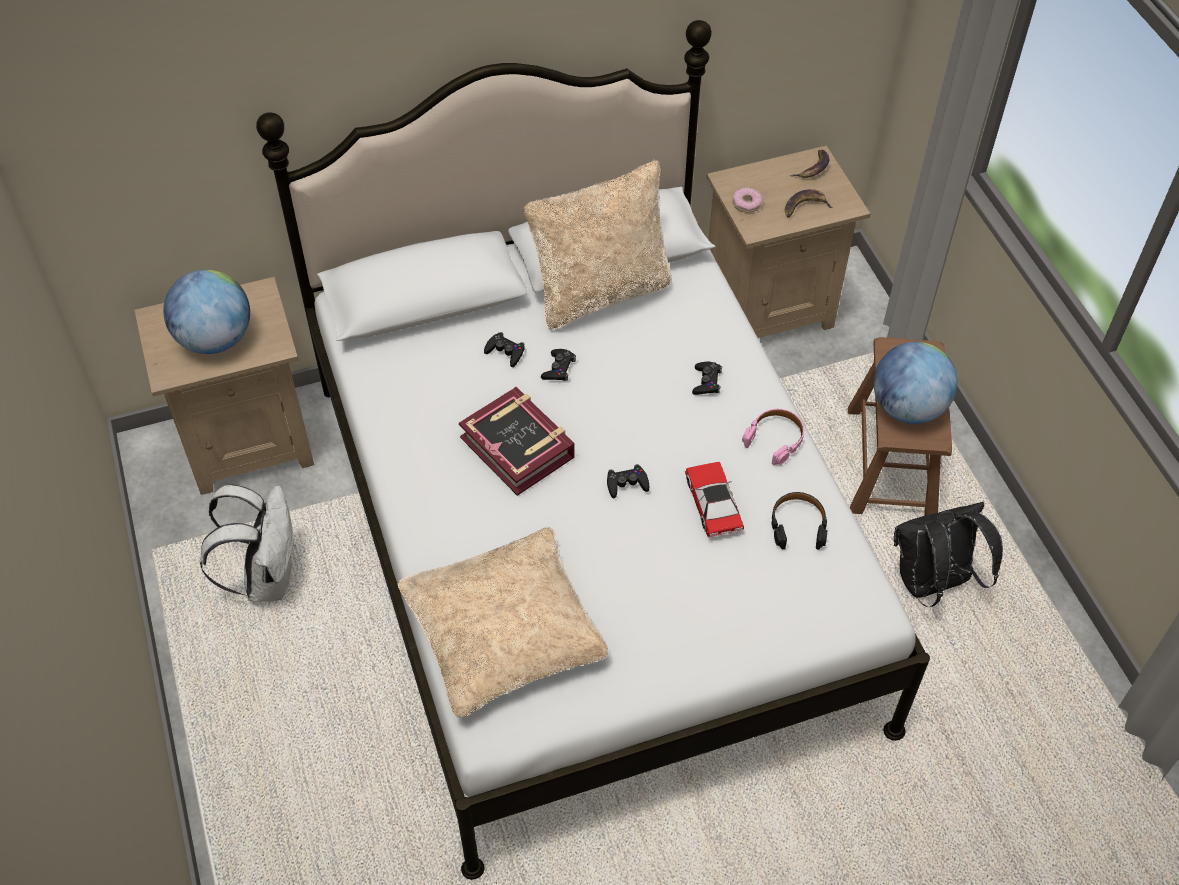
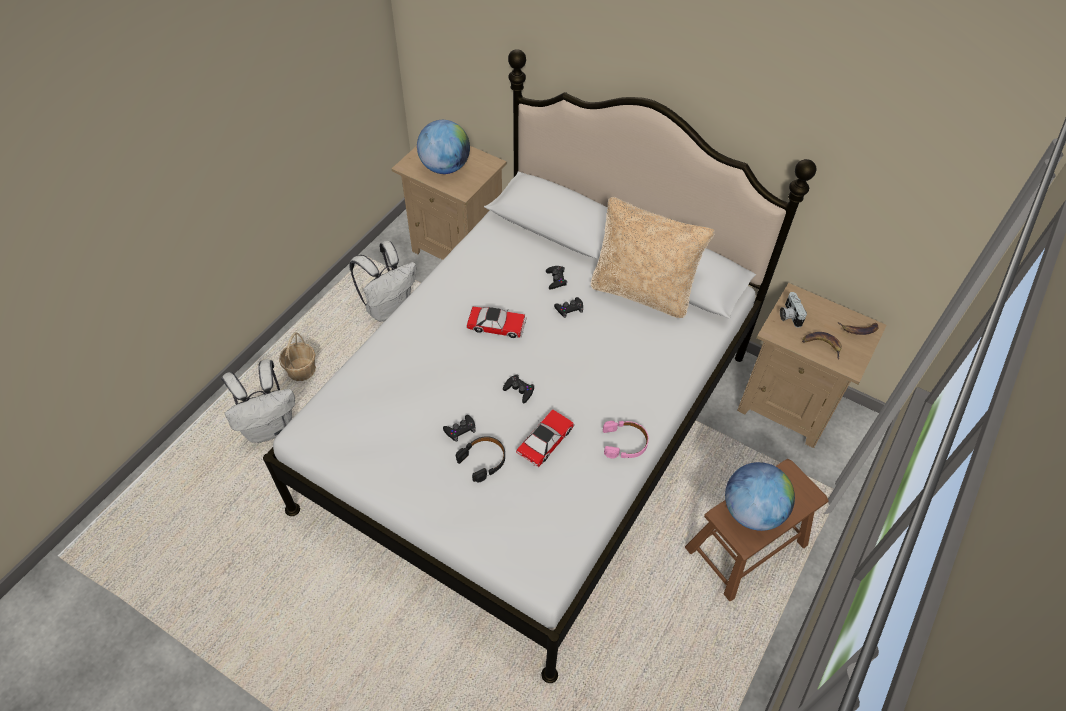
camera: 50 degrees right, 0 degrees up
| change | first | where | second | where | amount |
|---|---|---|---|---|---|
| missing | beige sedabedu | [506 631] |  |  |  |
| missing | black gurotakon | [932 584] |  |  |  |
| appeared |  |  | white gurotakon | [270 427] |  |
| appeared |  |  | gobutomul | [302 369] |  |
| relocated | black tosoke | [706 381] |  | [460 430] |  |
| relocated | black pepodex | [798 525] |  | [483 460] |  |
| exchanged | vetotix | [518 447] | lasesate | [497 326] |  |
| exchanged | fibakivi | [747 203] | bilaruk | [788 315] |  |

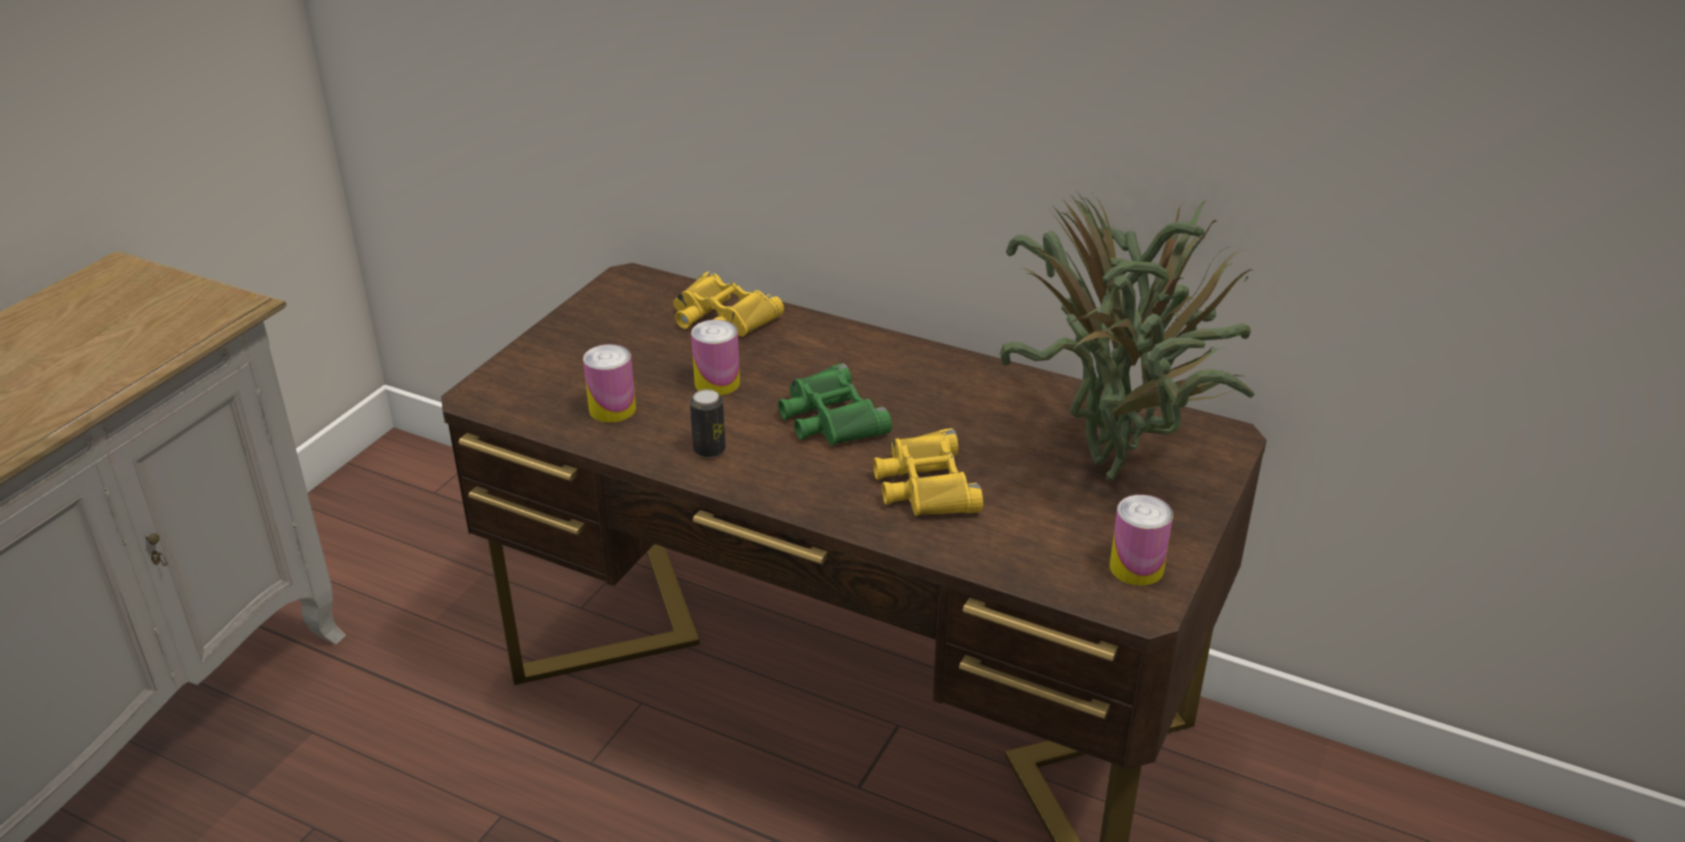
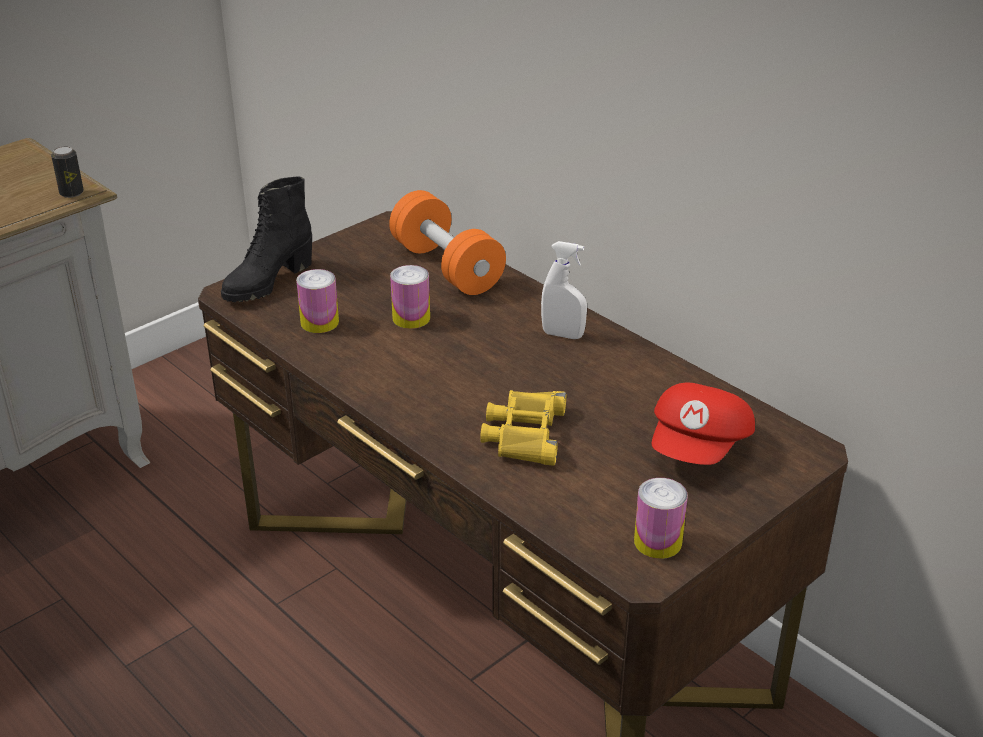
camera: 20 degrees right, 0 degrees up
| change | first | where | second | where | amount |
|---|---|---|---|---|---|
| missing | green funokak | [830 418] |  |  |  |
| appeared |  |  | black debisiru | [267 282] |  |
| appeared |  |  | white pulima | [562 335] |  |
| relocated | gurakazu | [709 449] |  | [71 193] |  |
| exchanged | yellow funokak | [721 318] | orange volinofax | [447 267] |  |
| exchanged | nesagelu | [1116 458] | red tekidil | [700 447] |  |

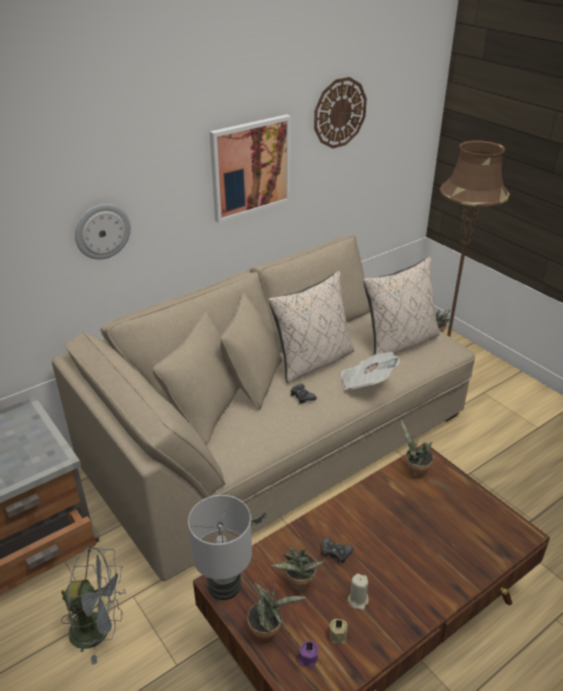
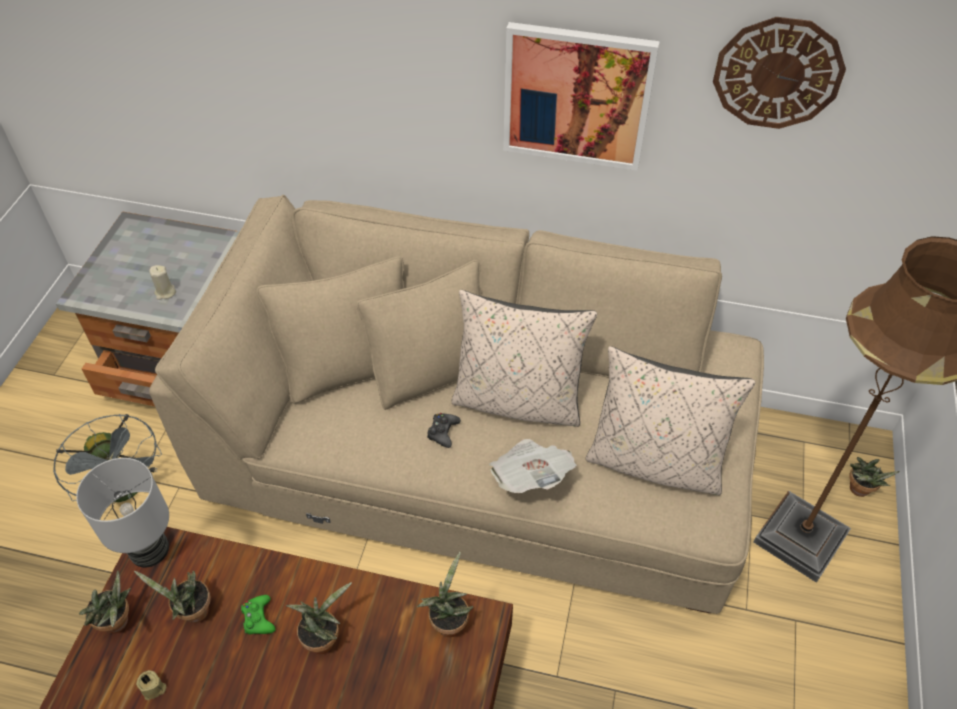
camera: 50 degrees right, 15 degrees up
| change | first | where | second | where | amount |
|---|---|---|---|---|---|
| missing | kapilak | [102 231] |  |  |  |
| missing | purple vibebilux | [307 658] |  |  |  |
| appeared |  |  | nesagelu | [323 638] |  |
| relocated | beige vibebilux | [358 600] |  | [165 292] |  |
| colour | black tosoke | [335 553] | green tosoke | [258 618] |  |

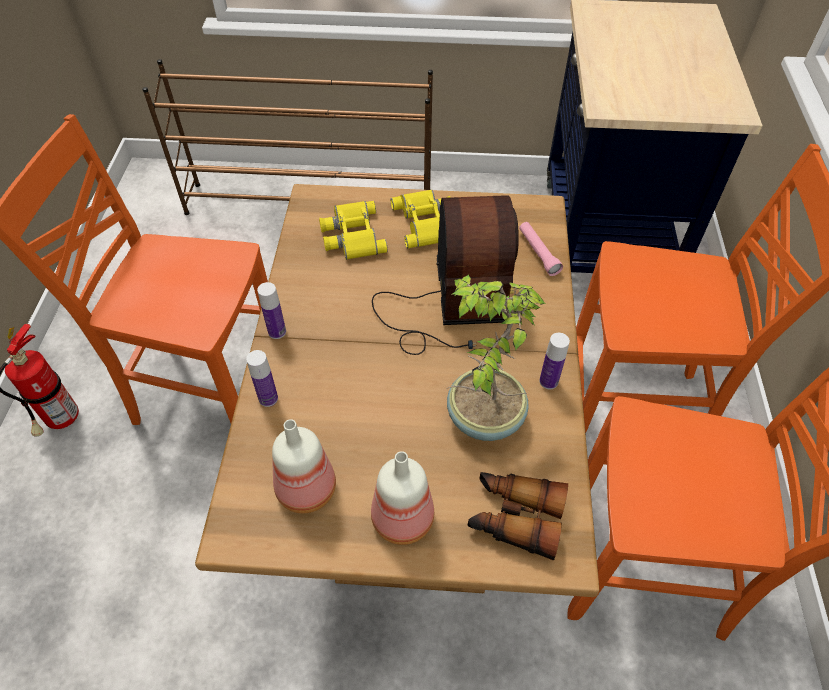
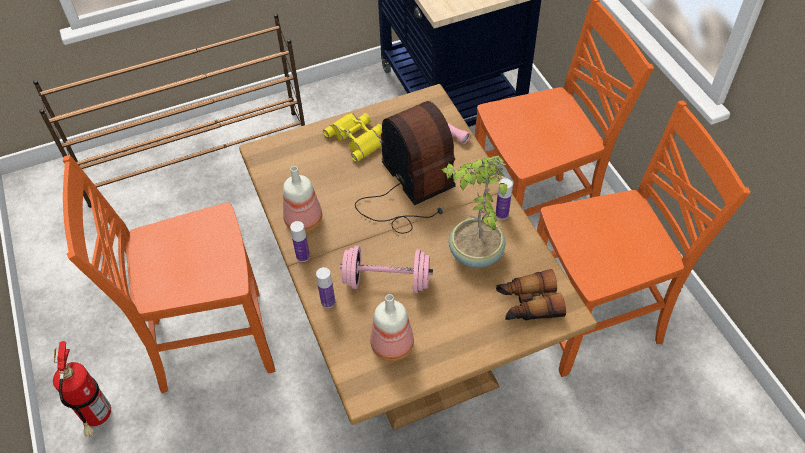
camera: 25 degrees left, 0 degrees up
| change | first | where | second | where | amount |
|---|---|---|---|---|---|
| missing | yellow funokak | [351 235] |  |  |  |
| appeared |  |  | pink volinofax | [387 281] |  |
| relocated | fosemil | [403 521] |  | [304 221] |  |

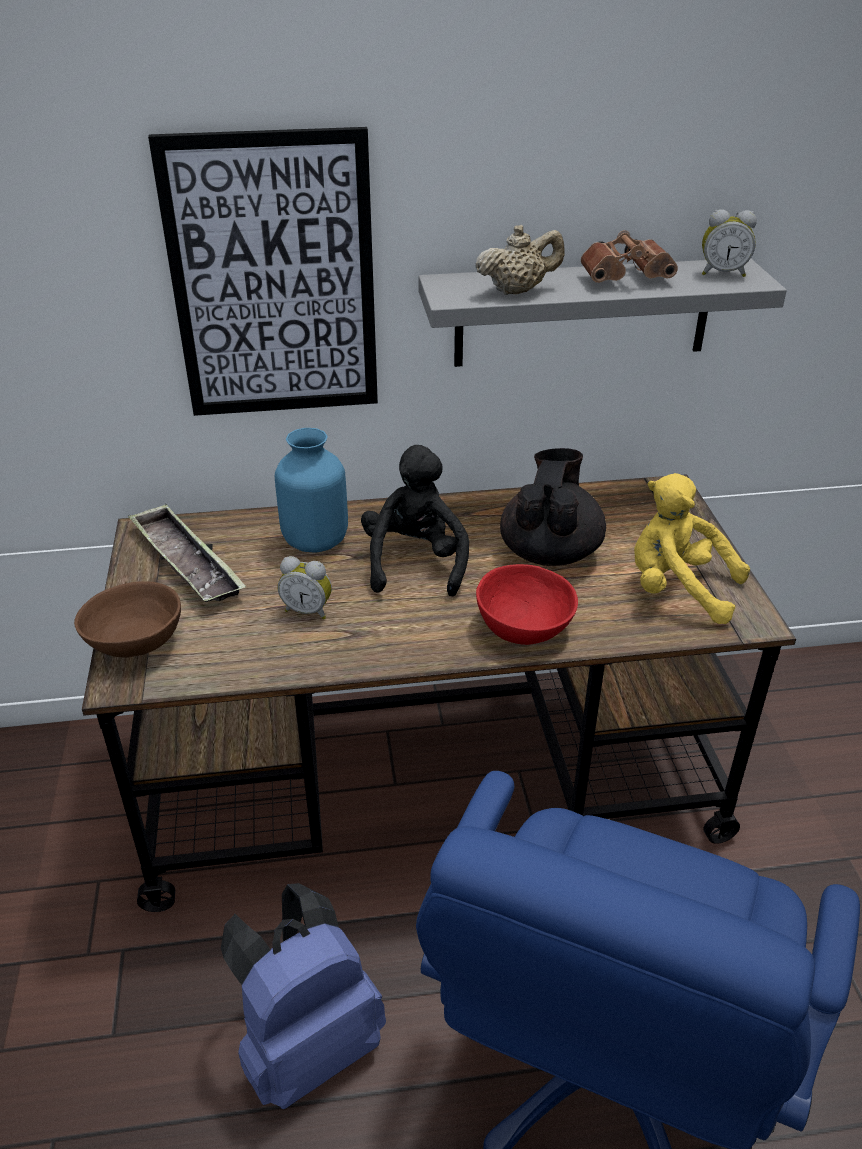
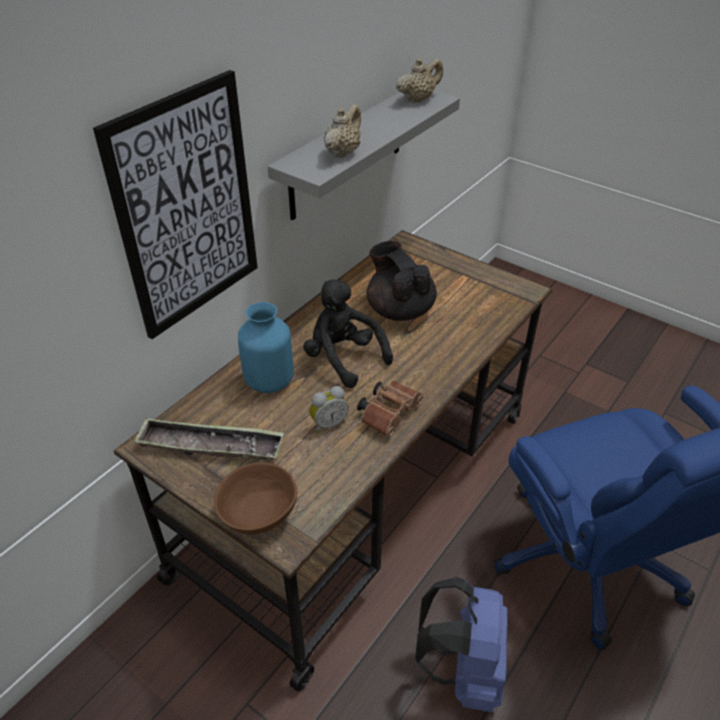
camera: 45 degrees left, 5 degrees up
| change | first | where | second | where | amount |
|---|---|---|---|---|---|
| missing | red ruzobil | [522 627] |  |  |  |
| missing | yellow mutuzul | [677 589] |  |  |  |
| relocated | brown funokak | [627 278] |  | [390 413] |  |
| exchanged | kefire | [722 273] | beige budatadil | [418 99] |  |

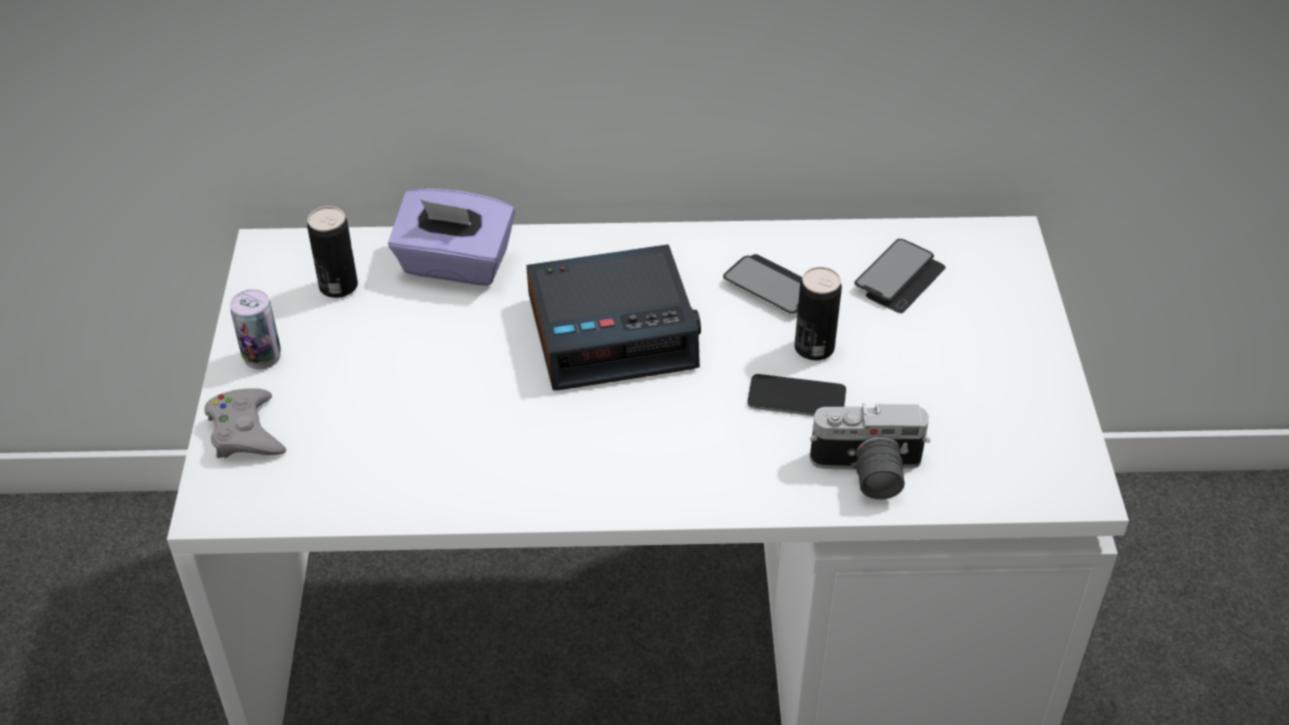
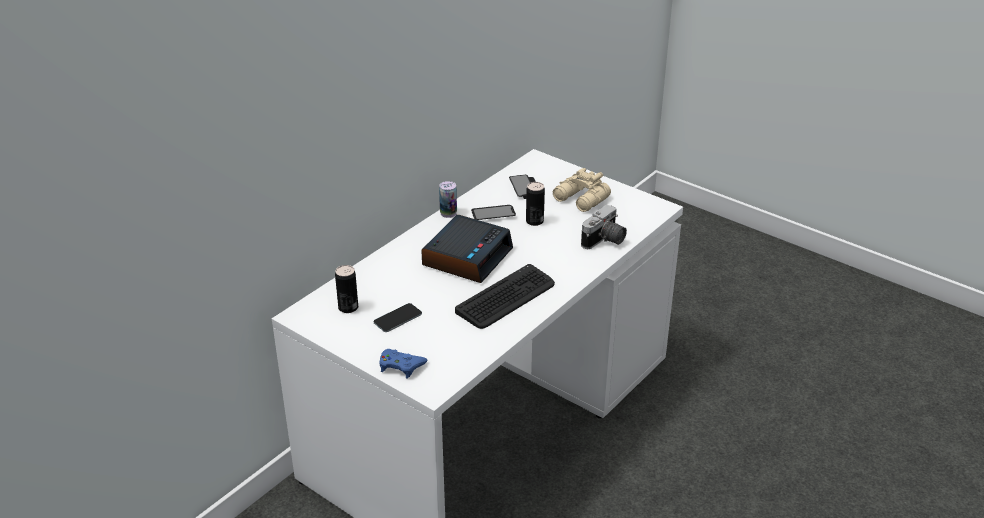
camera: 50 degrees left, 10 degrees down
| change | first | where | second | where | amount |
|---|---|---|---|---|---|
| missing | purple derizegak | [455 265] |  |  |  |
| appeared |  |  | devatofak | [506 298] |  |
| appeared |  |  | beige funokak | [581 200] |  |
| relocated | gurakazu | [262 356] |  | [448 213] |  |
| relocated | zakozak | [796 397] |  | [398 318] |  |
| colour | grey tosoke | [245 432] | blue tosoke | [401 366] |  |

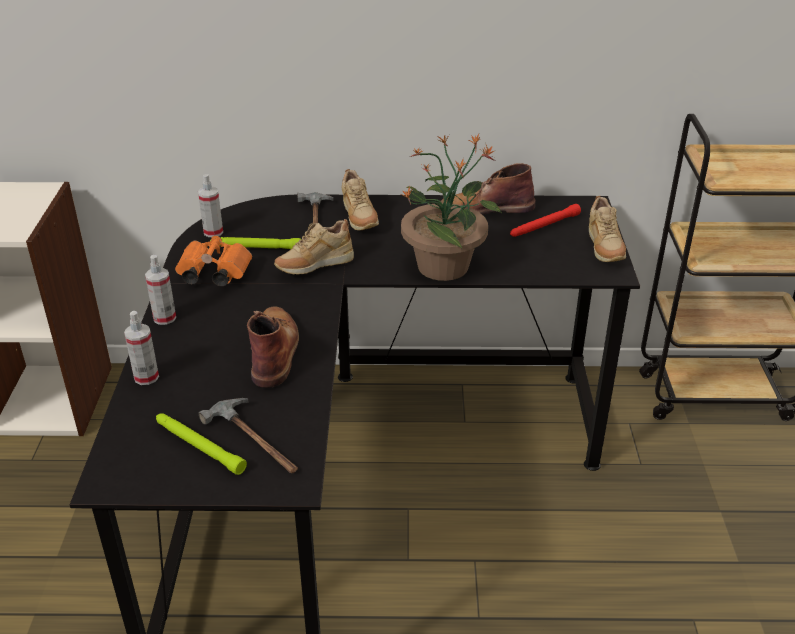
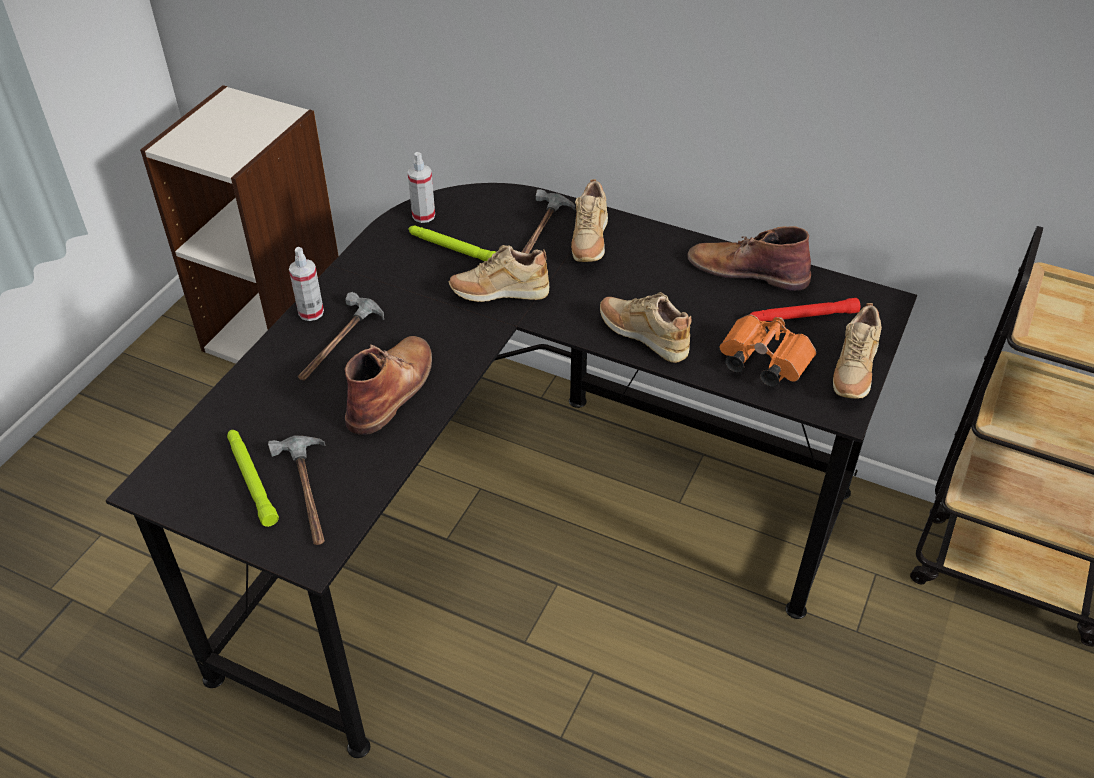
camera: 25 degrees right, 10 degrees up
| change | first | where | second | where | amount |
|---|---|---|---|---|---|
| missing | pulima | [146 377] |  |  |  |
| appeared |  |  | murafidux | [338 343] |  |
| relocated | orange funokak | [212 275] |  | [760 362] |  |
| exchanged | nesagelu | [444 266] | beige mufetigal | [643 337] |  |

